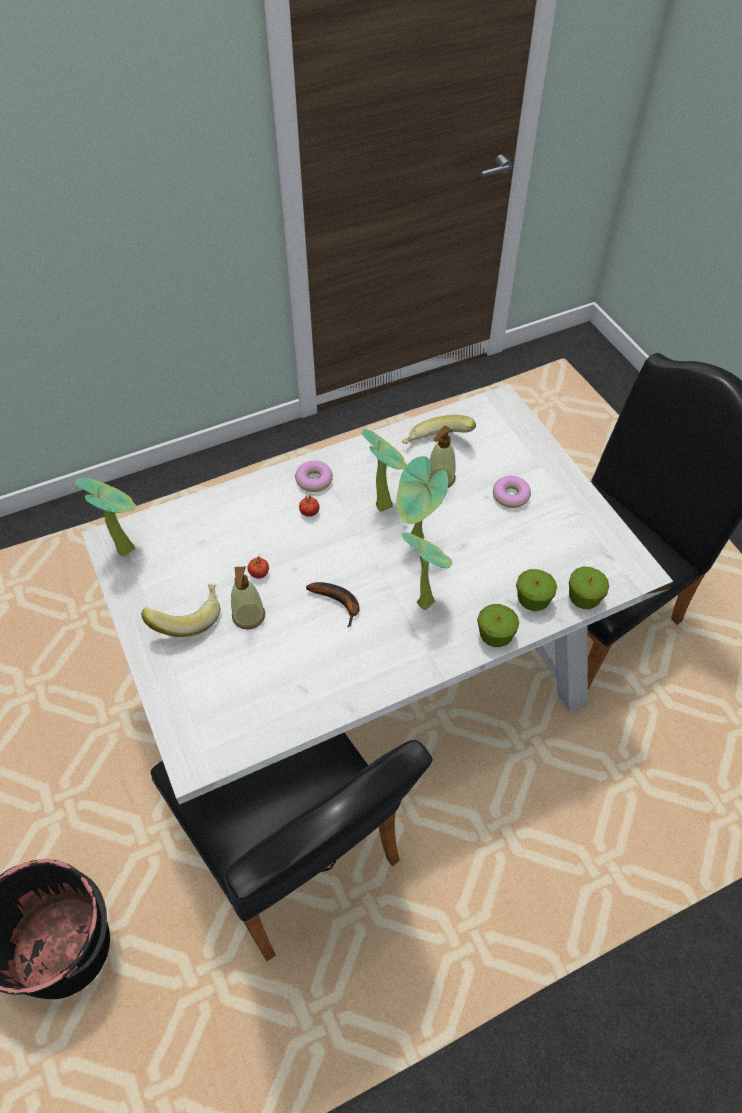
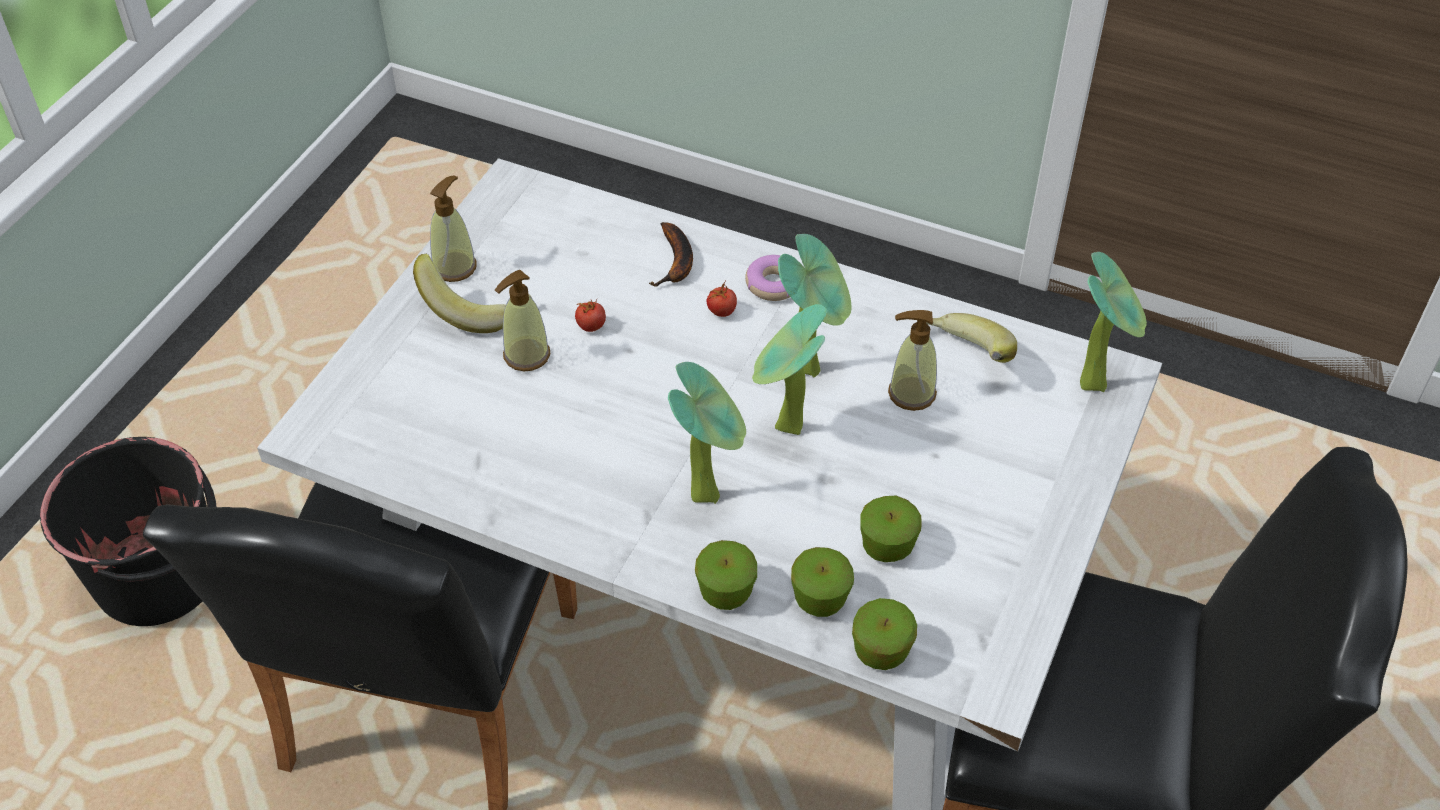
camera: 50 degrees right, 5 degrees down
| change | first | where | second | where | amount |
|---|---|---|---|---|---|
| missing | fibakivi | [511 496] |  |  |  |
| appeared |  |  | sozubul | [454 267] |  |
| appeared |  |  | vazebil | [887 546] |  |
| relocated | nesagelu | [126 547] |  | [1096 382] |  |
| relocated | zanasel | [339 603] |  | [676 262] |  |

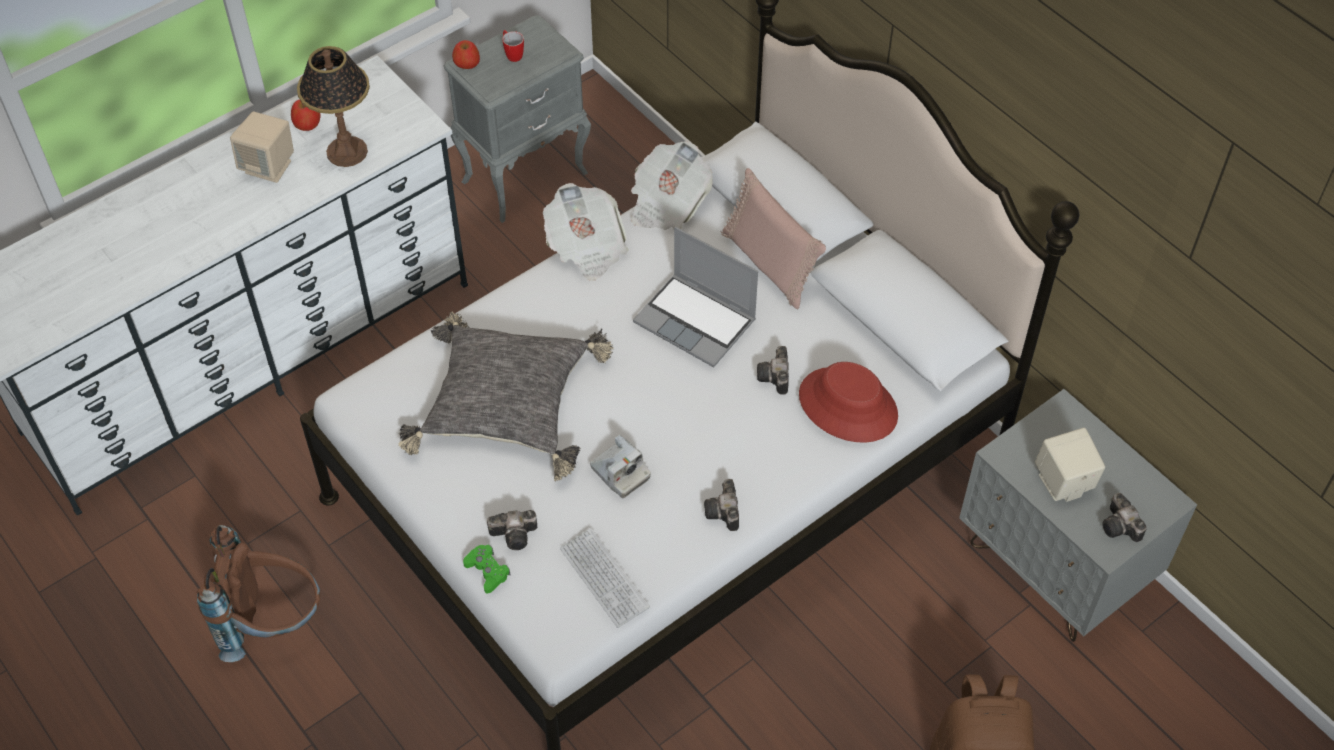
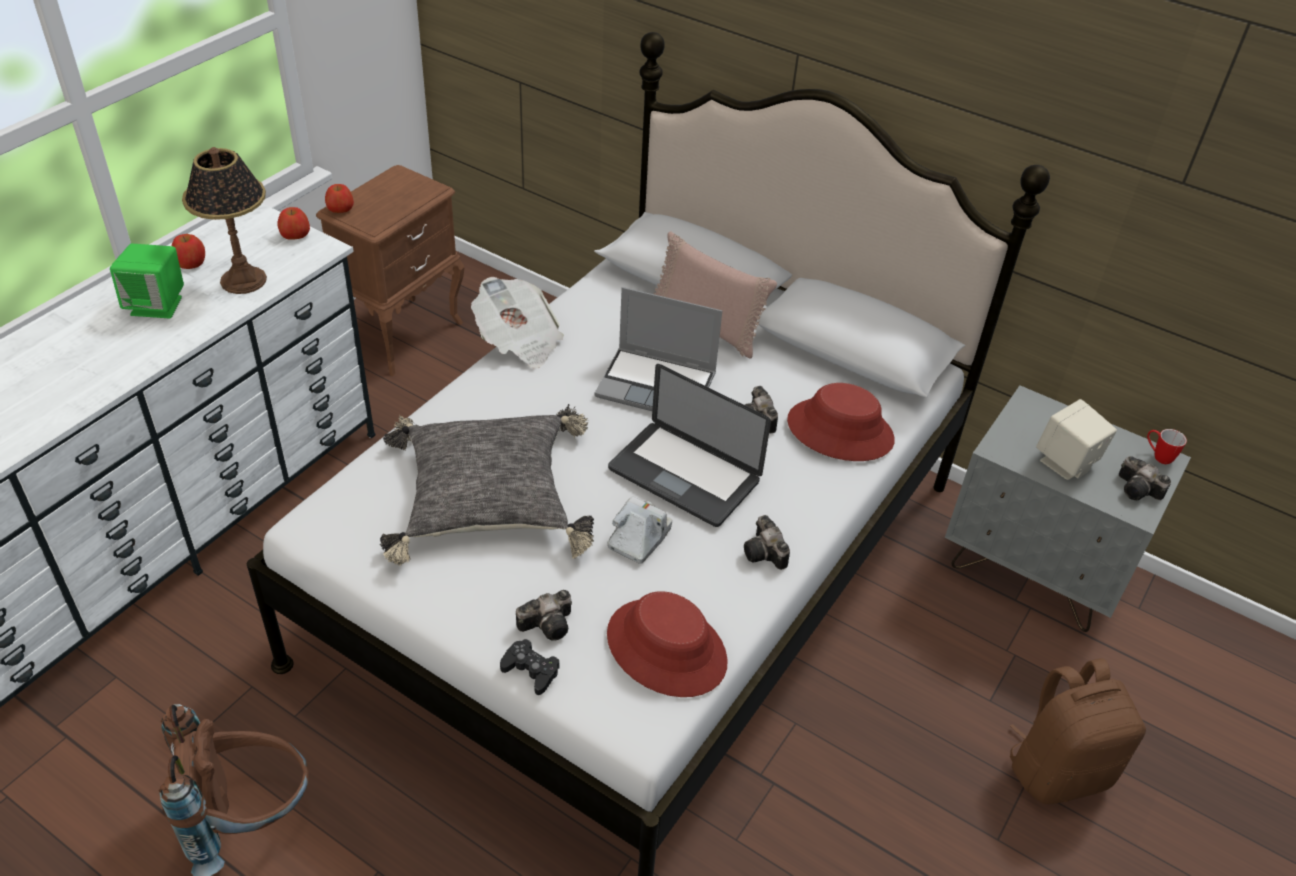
camera: 20 degrees left, 10 degrees down
| change | first | where | second | where | amount |
|---|---|---|---|---|---|
| missing | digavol | [667 203] |  |  |  |
| appeared |  |  | vazebil | [295 235] |  |
| appeared |  |  | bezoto | [684 475] |  |
| relocated | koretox | [512 54] |  | [1158 456] |  |
| exchanged | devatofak | [604 578] | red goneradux | [667 648] |  |
| colour | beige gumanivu | [269 166] | green gumanivu | [157 305] |  |
| colour | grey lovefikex | [525 177] | brown lovefikex | [403 335] |  |
| colour | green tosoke | [487 571] | black tosoke | [531 670] |  |
| spun | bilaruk | [620 473] |  | [639 538] | 90 degrees counterclockwise |

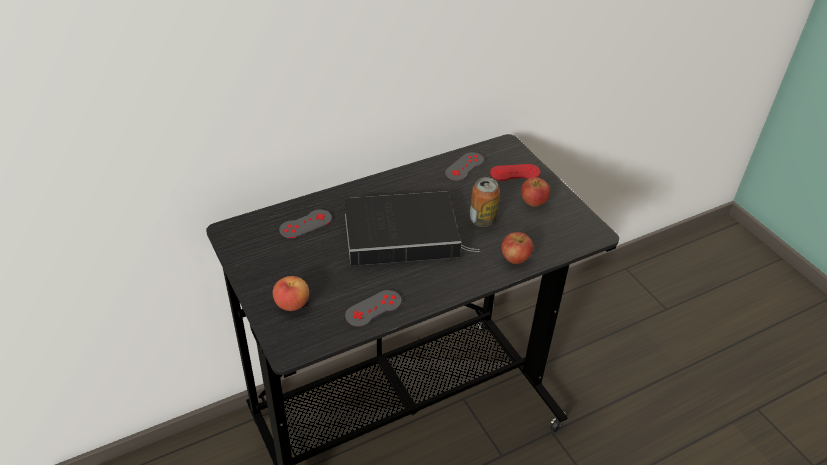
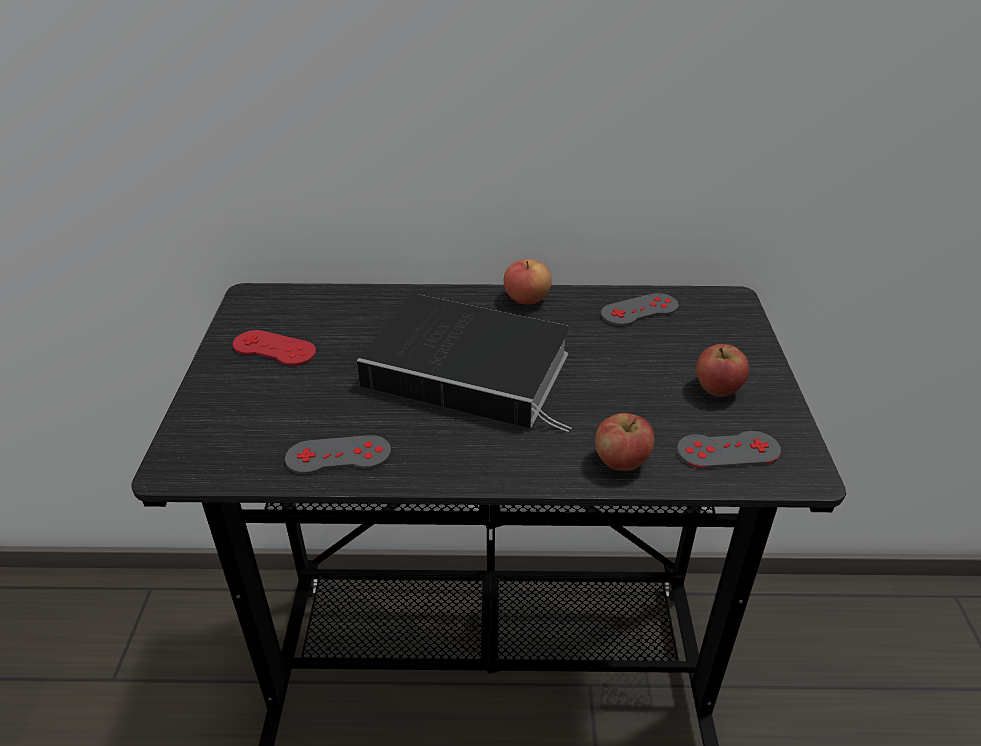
camera: 30 degrees right, 5 degrees down
| change | first | where | second | where | amount |
|---|---|---|---|---|---|
| missing | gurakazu | [482 220] |  |  |  |
| relocated | vazebil | [292 304] |  | [526 299] |  |
| relocated | grey tosoke | [305 224] |  | [728 450] |  |
| relocated | red tosoke | [515 173] |  | [274 348] |  |

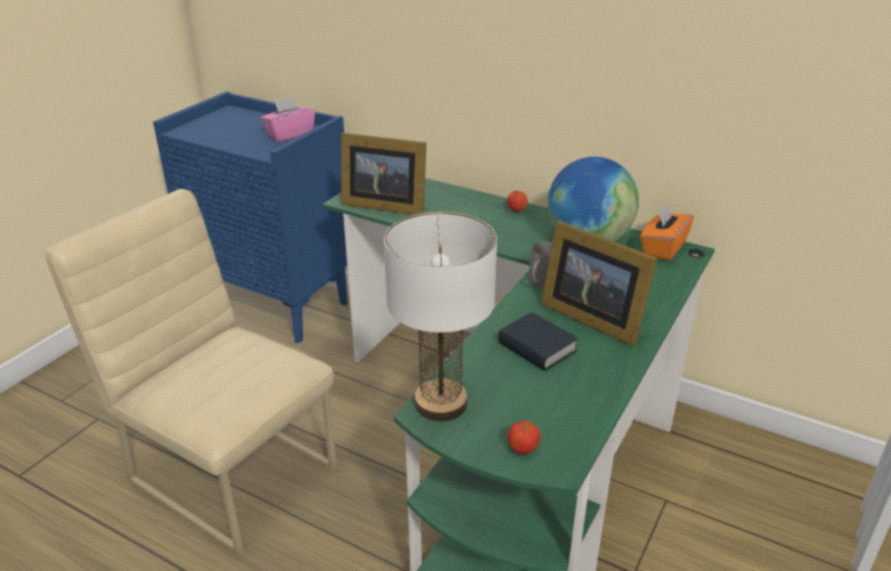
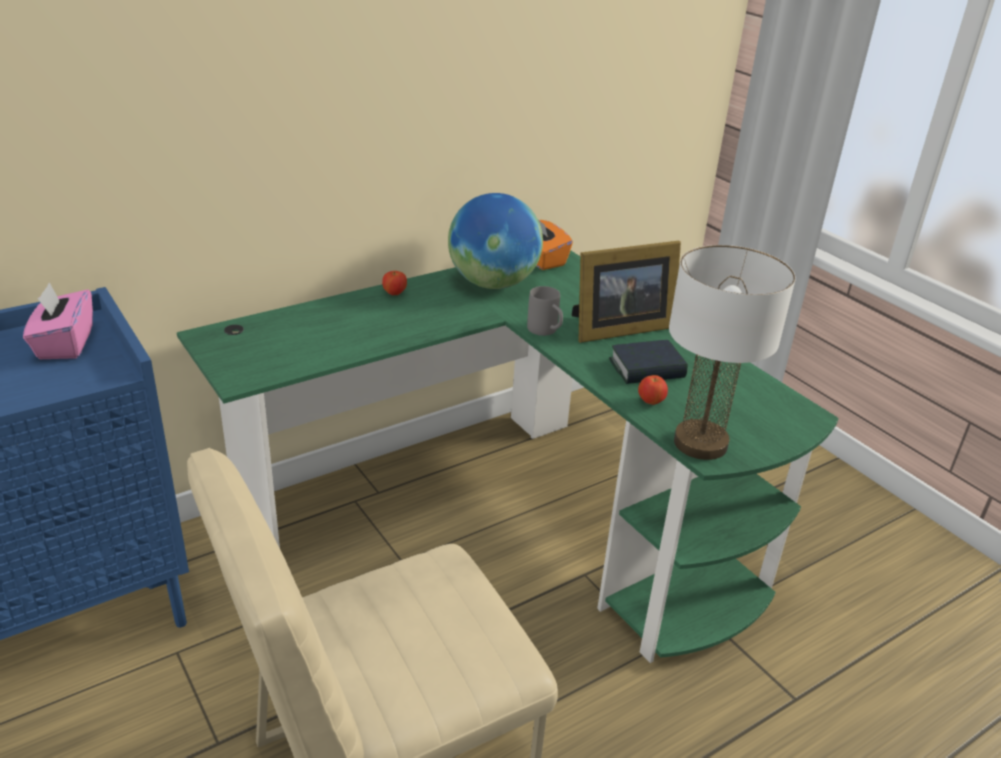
camera: 65 degrees left, 0 degrees up
| change | first | where | second | where | amount |
|---|---|---|---|---|---|
| missing | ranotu | [383 204] |  |  |  |
| relocated | vazebil | [523 449] |  | [650 402] |  |

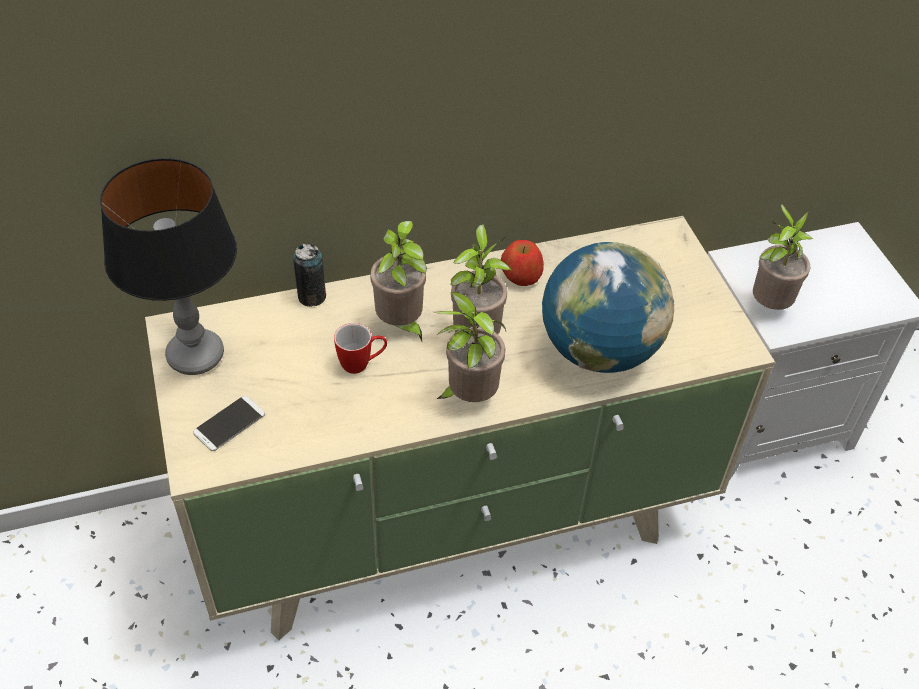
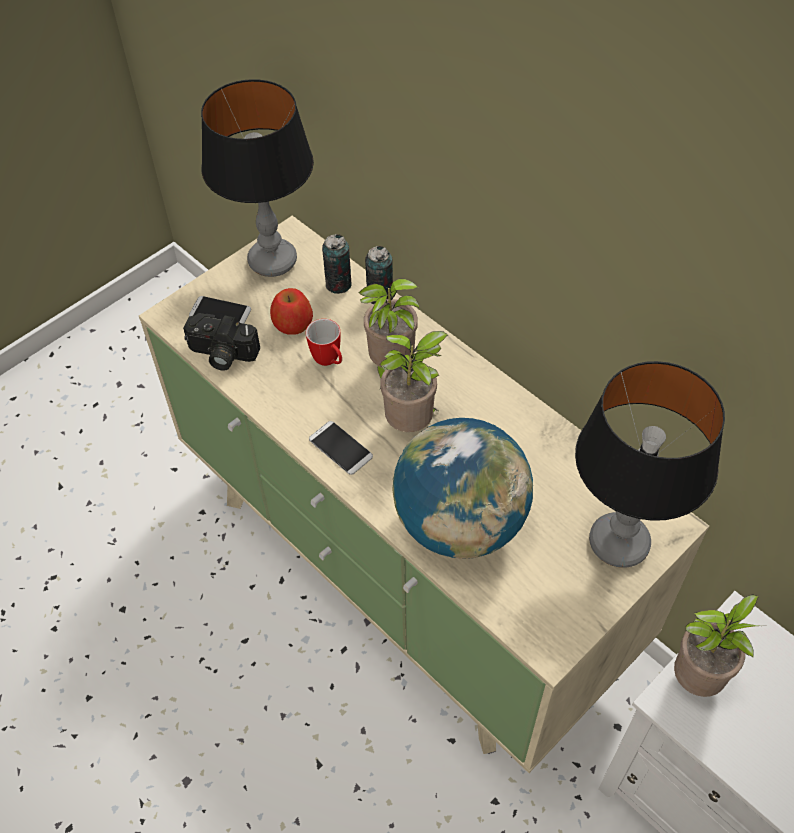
camera: 65 degrees right, 5 degrees up
| change | first | where | second | where | amount |
|---|---|---|---|---|---|
| appeared |  |  | bilaruk | [221 354] |  |
| appeared |  |  | gurakazu | [338 284] |  |
| appeared |  |  | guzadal | [618 543] |  |
| relocated | vazebil | [521 275] |  | [293 323] |  |
| exchanged | nesagelu | [469 396] | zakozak | [340 448] |  |

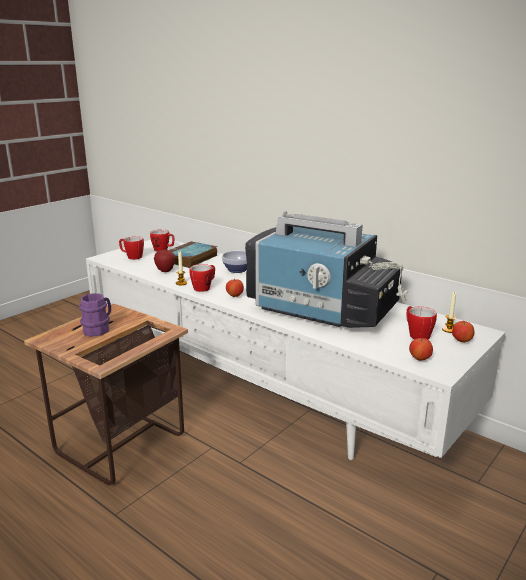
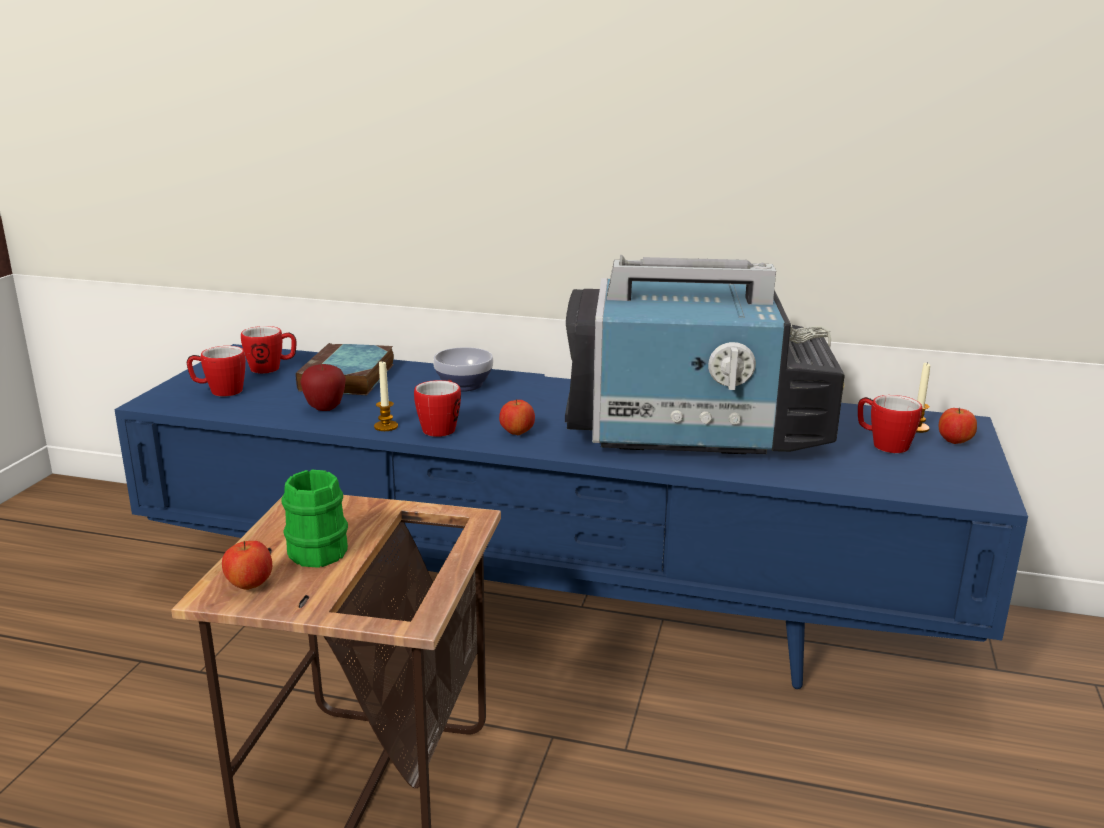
camera: 25 degrees left, 0 degrees up
| change | first | where | second | where | amount |
|---|---|---|---|---|---|
| relocated | vazebil | [419 359] |  | [249 586] |  |
| colour | purple koretox | [99 328] | green koretox | [321 547] |  |
| colour | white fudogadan | [264 386] | blue fudogadan | [551 599] |  |

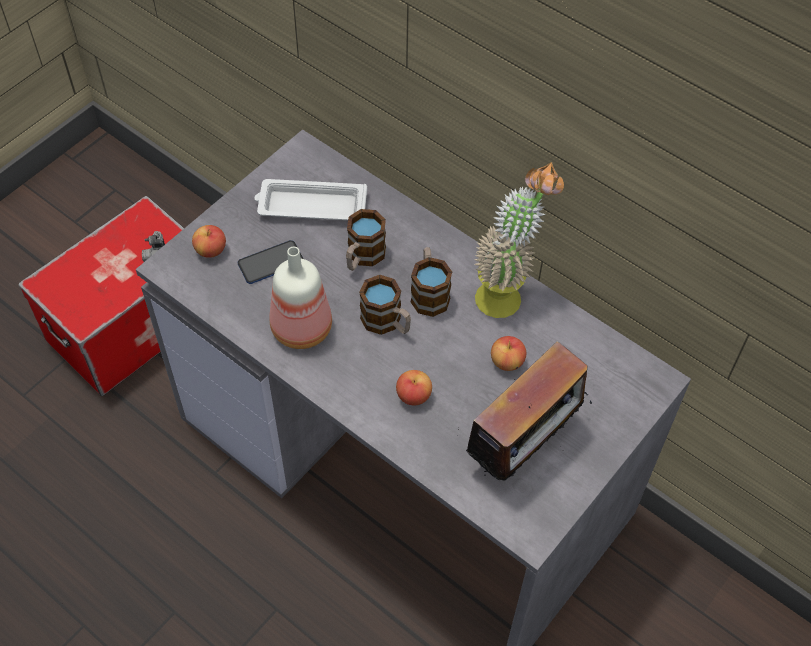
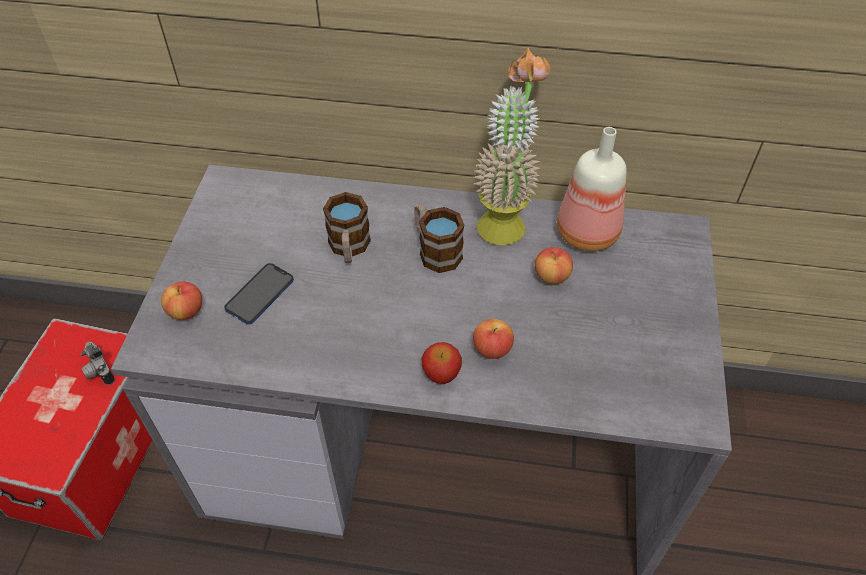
camera: 30 degrees left, 5 degrees down
| change | first | where | second | where | amount |
|---|---|---|---|---|---|
| missing | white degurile | [310 206] |  |  |  |
| missing | koretox | [387 323] |  |  |  |
| missing | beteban | [524 444] |  |  |  |
| appeared |  |  | vazebil | [441 374] |  |
| relocated | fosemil | [302 330] |  | [589 234] |  |

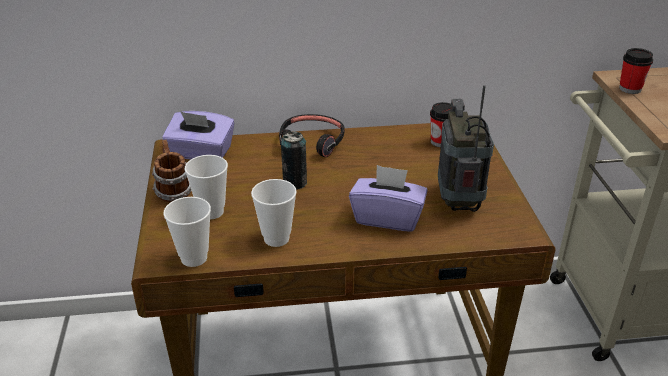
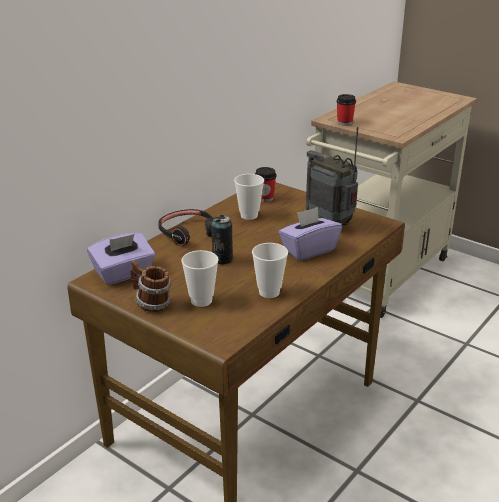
camera: 45 degrees left, 5 degrees down
| change | first | where | second | where | amount |
|---|---|---|---|---|---|
| relocated | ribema | [194 258] |  | [249 215] |  |

